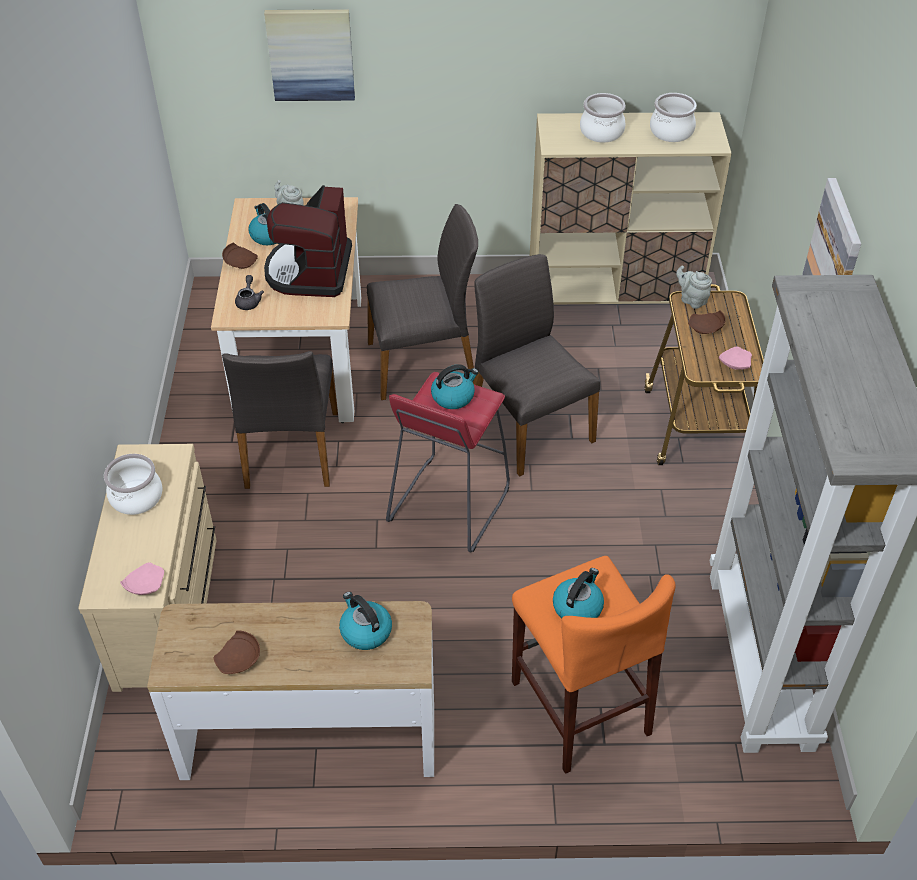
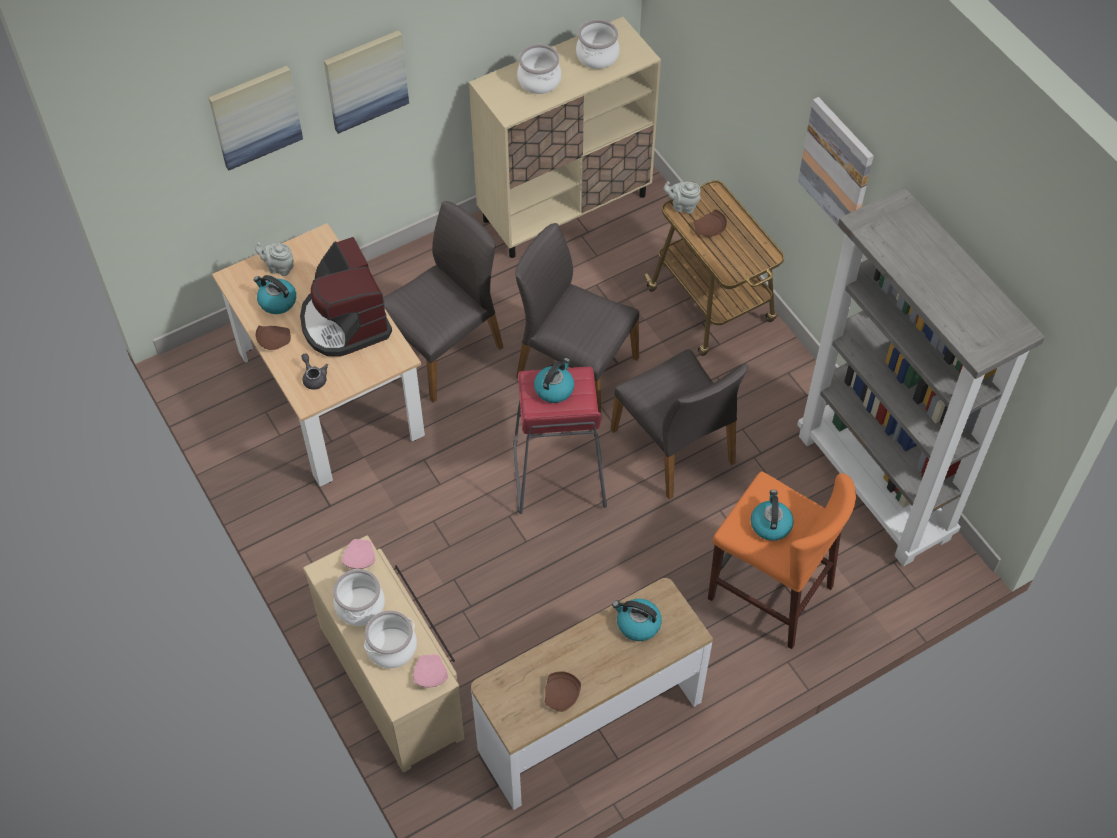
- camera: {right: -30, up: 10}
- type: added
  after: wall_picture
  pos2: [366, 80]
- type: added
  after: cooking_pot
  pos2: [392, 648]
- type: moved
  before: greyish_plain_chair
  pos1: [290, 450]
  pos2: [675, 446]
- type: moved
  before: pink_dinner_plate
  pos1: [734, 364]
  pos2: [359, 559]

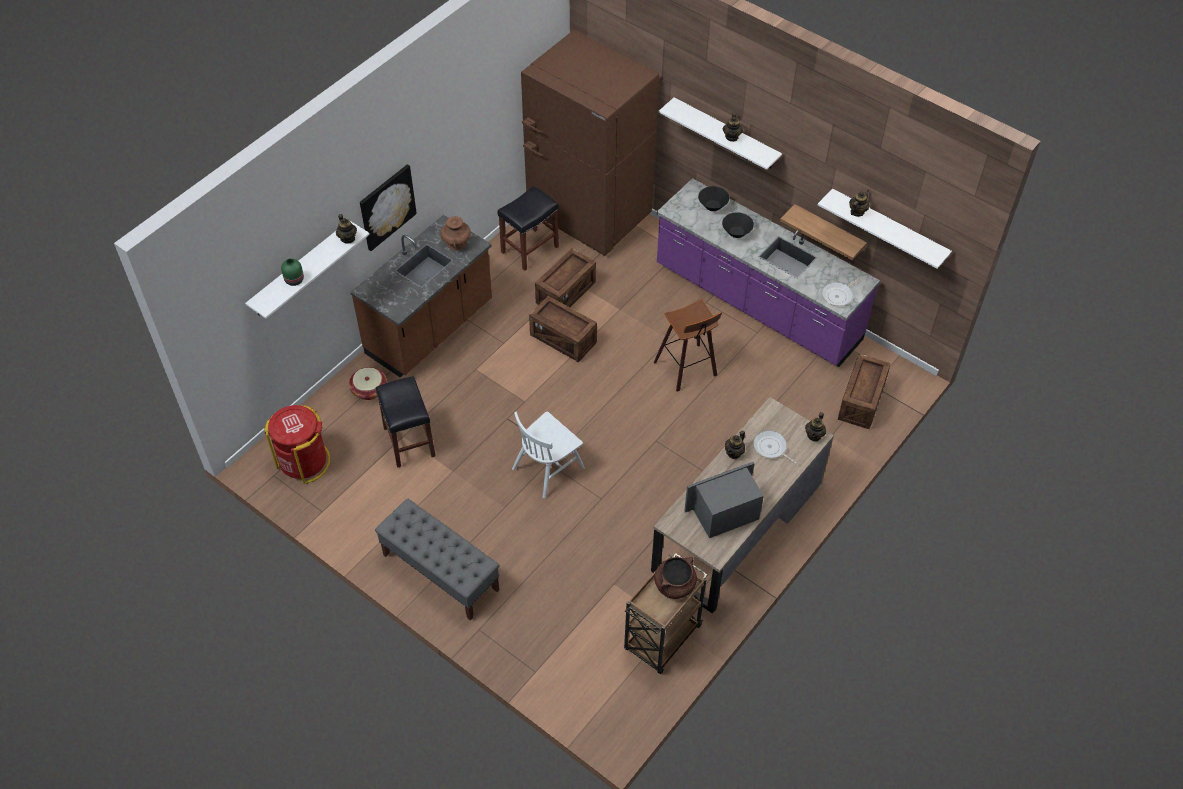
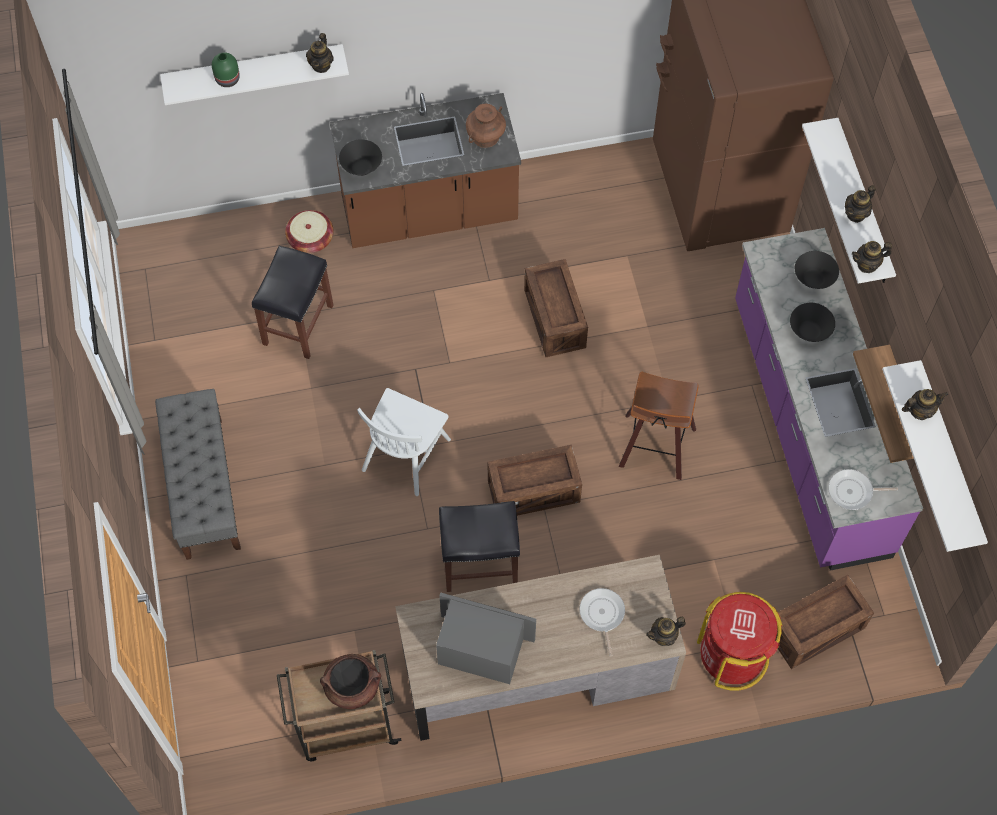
- camera: {right: 40, up: 10}
- type: removed
  before: wall_picture
  pos1: [387, 207]
- type: added
  after: black-coloured_bowl
  pos2: [361, 167]
- type: moved
  before: reddish_waste_bin
  pos1: [304, 461]
  pos2: [733, 655]
- type: moved
  before: black-coloured_sitting_stool
  pos1: [530, 249]
  pos2: [481, 563]
- type: moved
  before: crate
  pos1: [565, 293]
  pos2: [533, 491]
- type: moved
  before: teapot
  pos1: [734, 453]
  pos2: [867, 265]
- type: turned
  before: white-coloured_plain_chair
  pos1: [548, 467]
  pos2: [406, 454]
  turn: -60

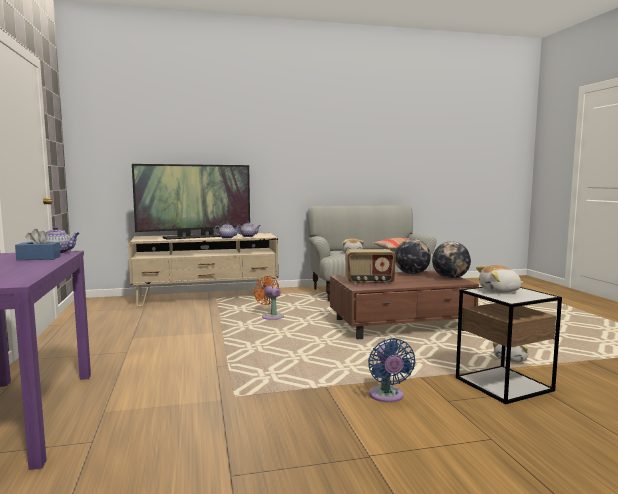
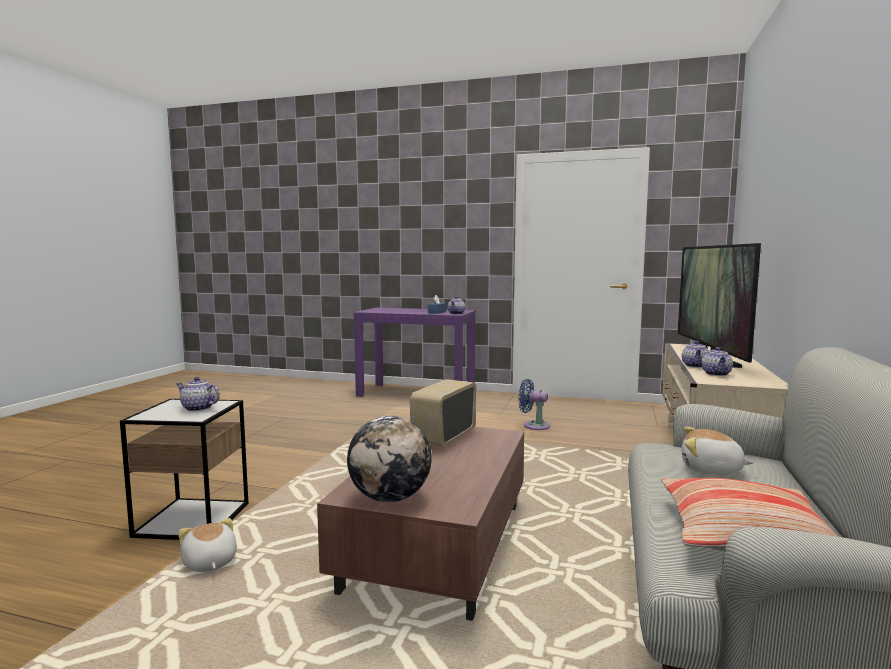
- camera: {right: 120, up: 0}
- type: removed
  before: orange_cooling_fan
  pos1: [271, 316]
- type: removed
  before: desk_globe
  pos1: [411, 274]
- type: moved
  before: bluish_cooling_fan
  pos1: [387, 396]
  pos2: [533, 425]
- type: replaced
  before: soft_toy
  after: teapot
  pos1: [499, 291]
  pos2: [197, 408]

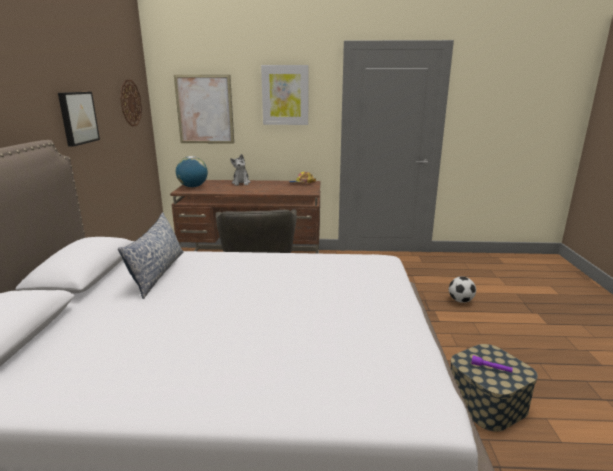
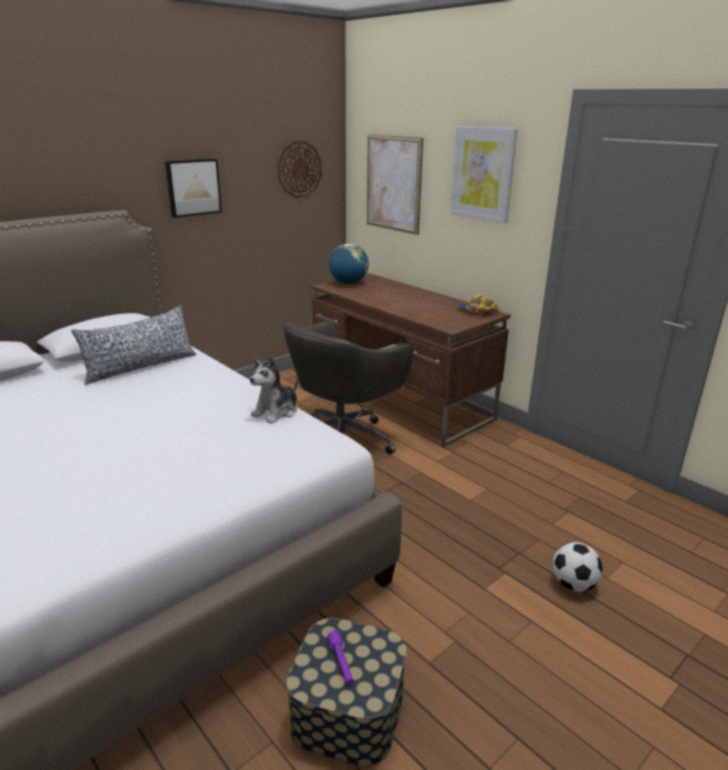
- camera: {right: 45, up: 5}
- type: moved
  before: soft_toy
  pos1: [241, 183]
  pos2: [276, 412]

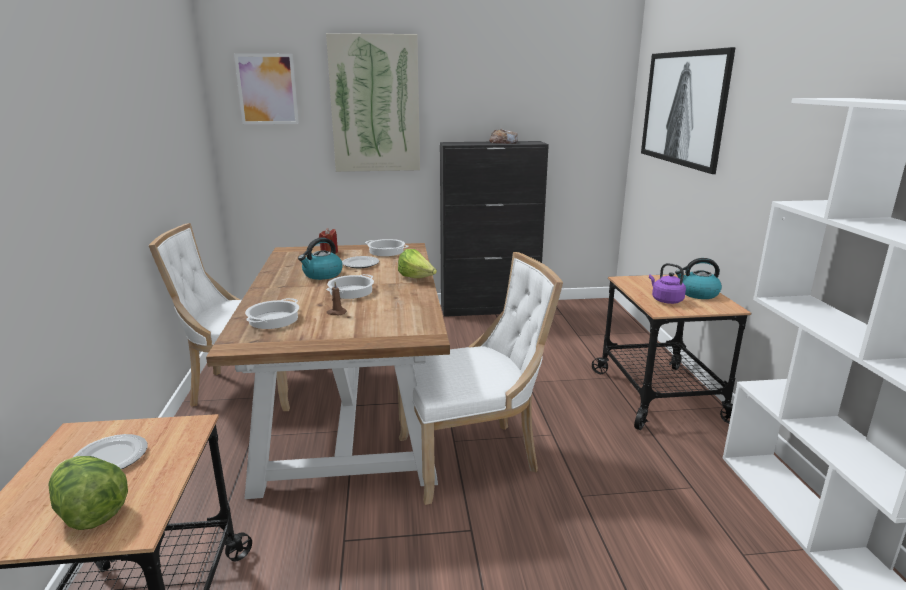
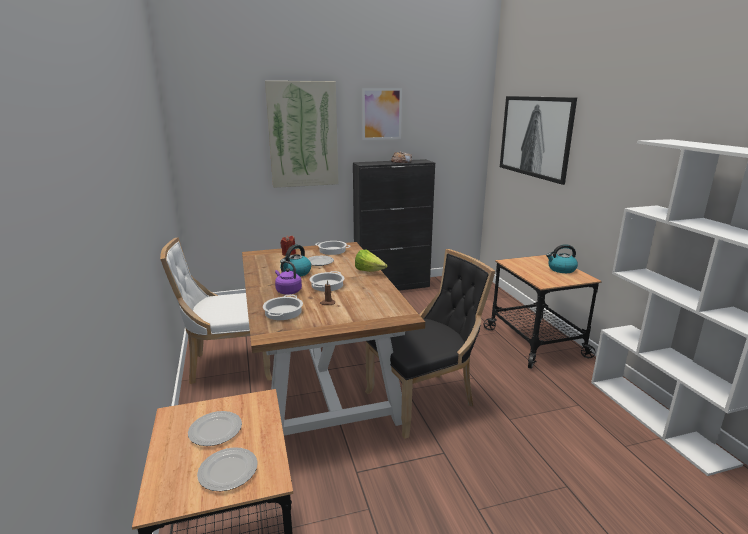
- camera: {right: -10, up: 0}
- type: moved
  before: wall_picture
  pos1: [267, 89]
  pos2: [381, 114]
- type: moved
  before: purple_tea_kettle
  pos1: [665, 300]
  pos2: [287, 291]
- type: replaced
  before: head_of_lettuce
  after: dinner_plate
  pos1: [90, 512]
  pos2: [228, 472]
- type: recoloured
  before: white-coloured_plain_chair
  after: black-coloured_plain_chair
  pos1: [473, 457]
  pos2: [424, 400]

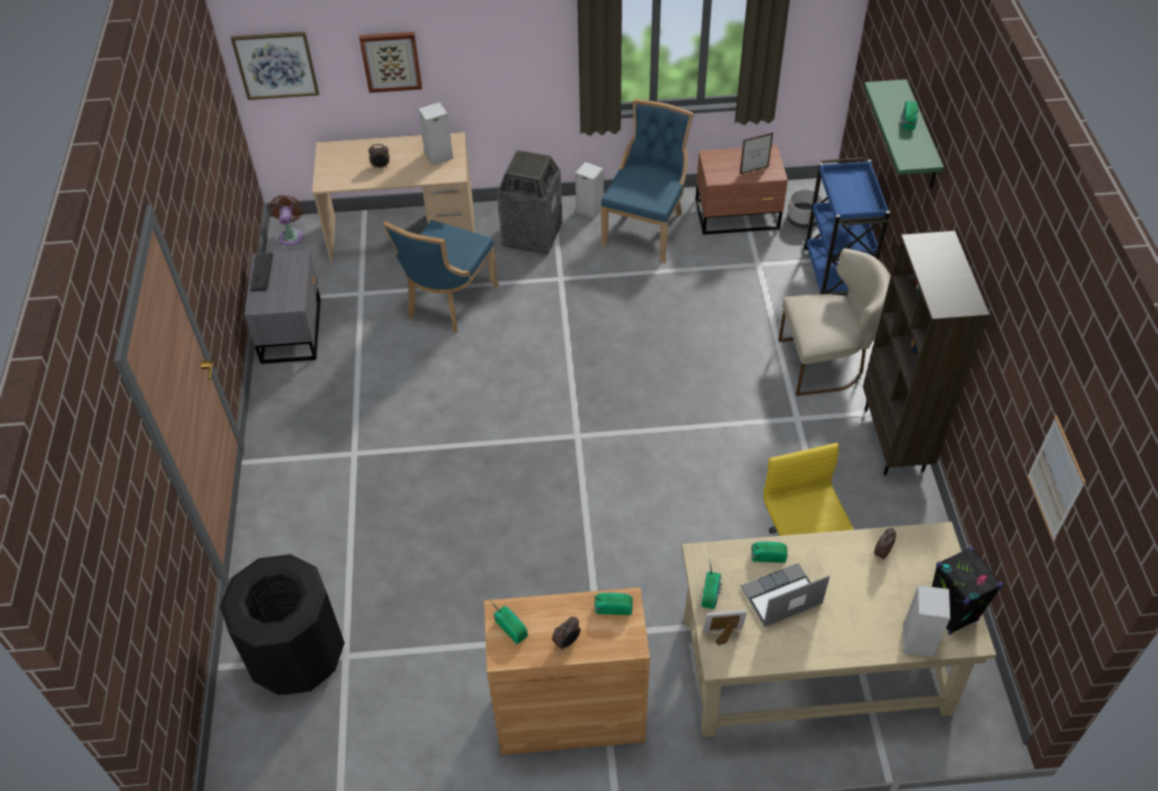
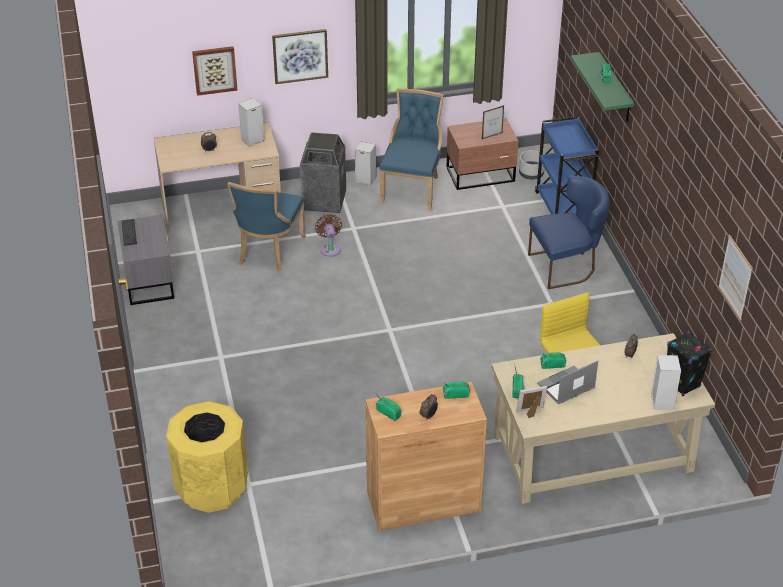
- camera: {right: -10, up: -10}
- type: removed
  before: brown_shelving_unit
  pos1: [895, 440]
- type: moved
  before: wall_picture
  pos1: [276, 65]
  pos2: [300, 55]
- type: moved
  before: brown_cooling_fan
  pos1: [291, 235]
  pos2: [330, 248]
- type: recoloured
  before: black-coloured_waste_bin
  after: yellow_waste_bin
  pos1: [297, 656]
  pos2: [212, 488]
- type: recoloured
  before: beige-coloured_plain_chair
  after: bluish_plain_chair
  pos1: [826, 363]
  pos2: [566, 266]

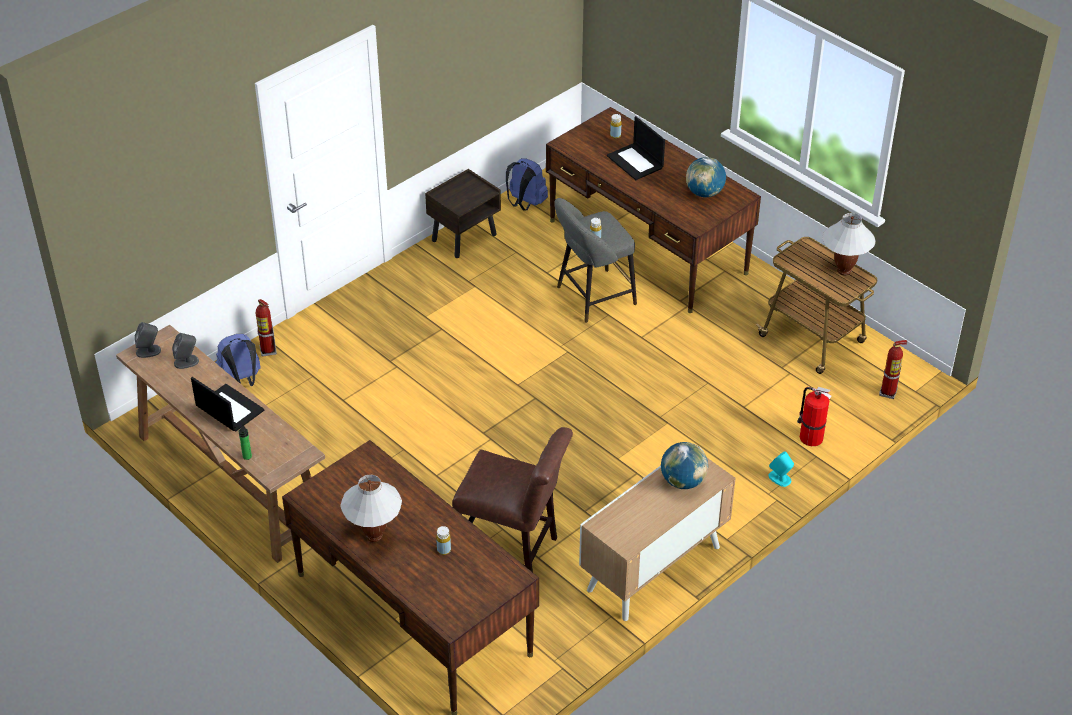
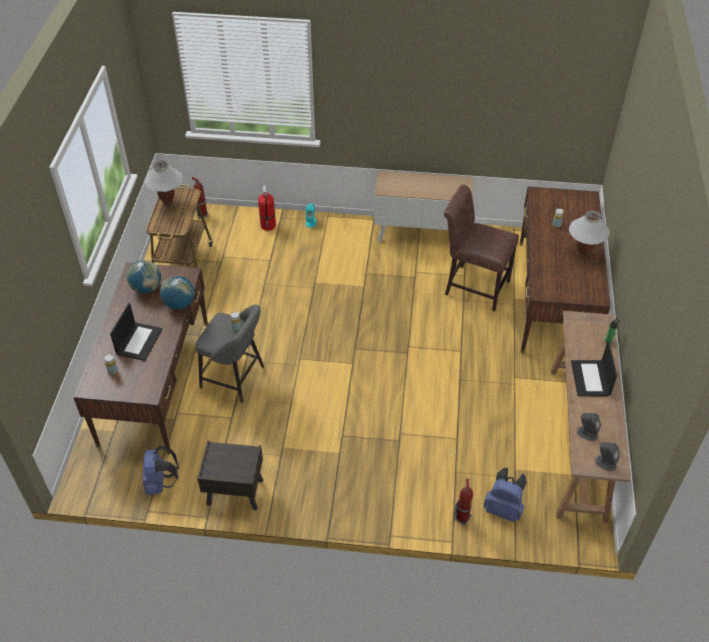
- camera: {right: -130, up: 5}
- type: moved
  before: desk_globe
  pos1: [683, 481]
  pos2: [179, 304]
- type: turned
  before: brown_plain_chair
  pos1: [513, 554]
  pos2: [473, 286]
  turn: -45

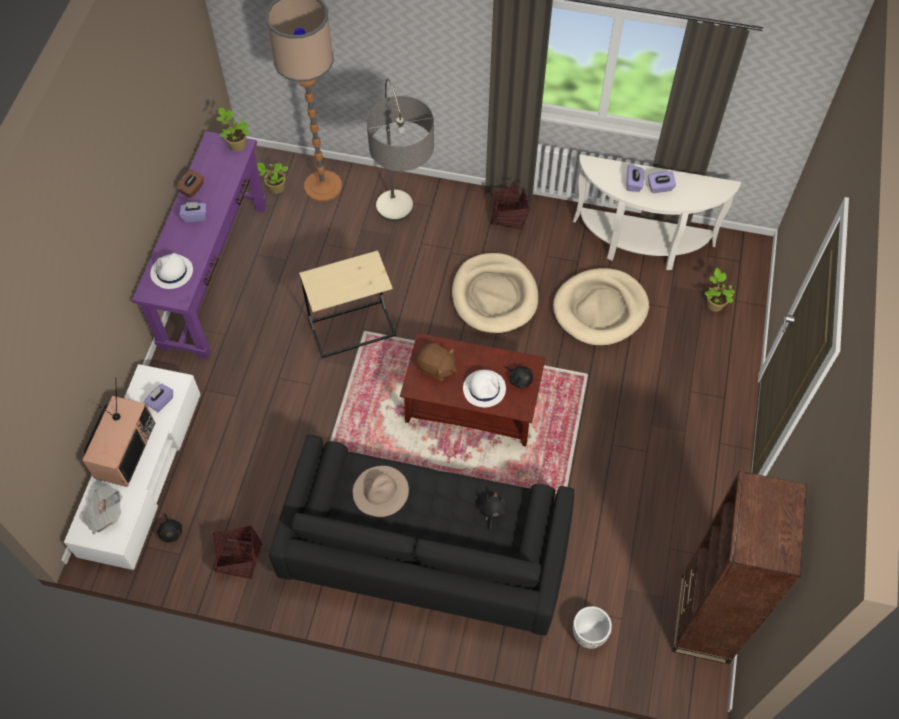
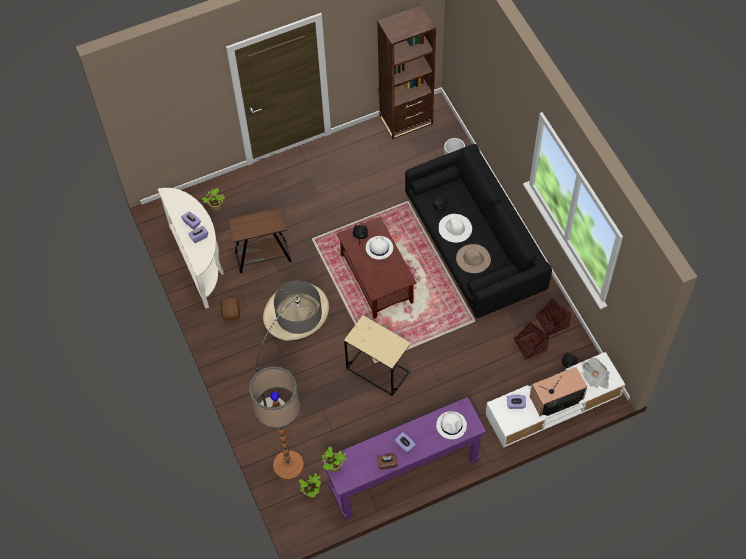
- camera: {right: -125, up: 0}
- type: added
  after: white-coloured_clothing_hat
  pos2: [455, 228]
- type: moved
  before: brown_soft_toy
  pos1: [436, 368]
  pos2: [231, 312]
- type: moved
  before: basket
  pos1: [509, 215]
  pos2: [529, 346]
- type: replaced
  before: beige-coloured_dog_bed
  after: brown_side_table
  pos1: [600, 309]
  pos2: [263, 257]

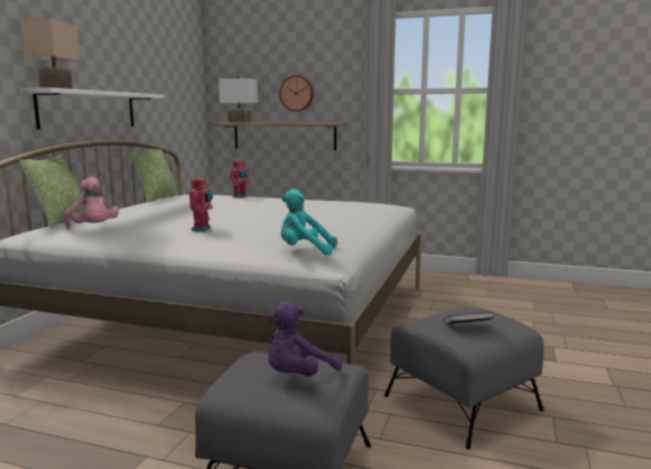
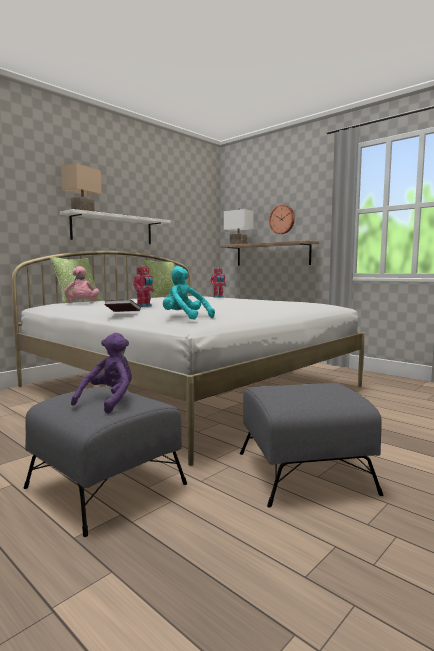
- camera: {right: 25, up: -5}
- type: moved
  before: volume
  pos1: [467, 327]
  pos2: [122, 313]
- type: turned
  before: purple_soft_toy
  pos1: [298, 376]
  pos2: [109, 401]
  turn: 135

